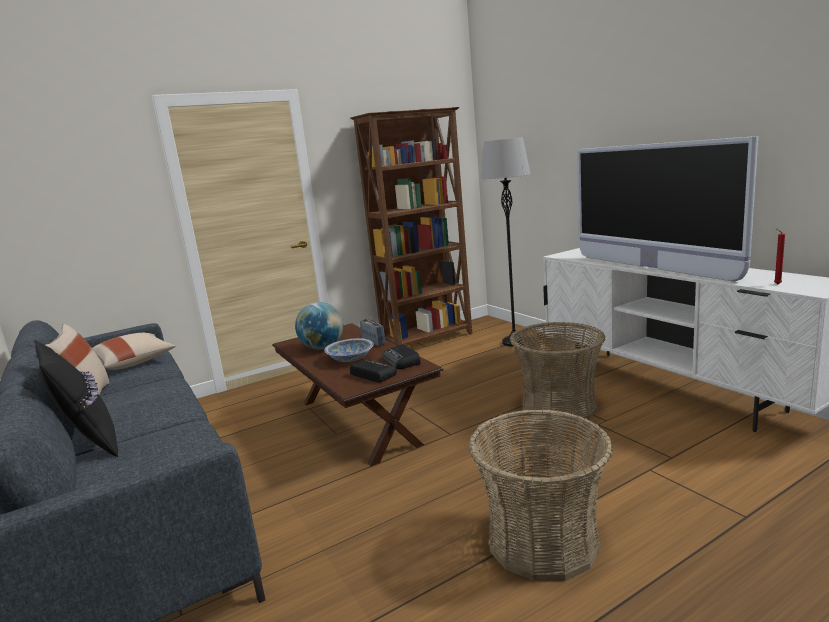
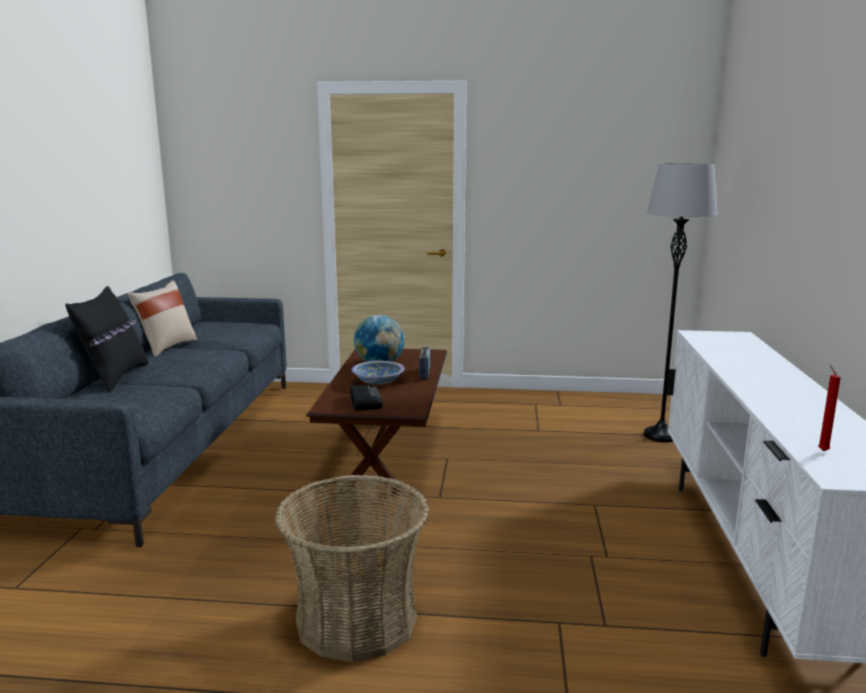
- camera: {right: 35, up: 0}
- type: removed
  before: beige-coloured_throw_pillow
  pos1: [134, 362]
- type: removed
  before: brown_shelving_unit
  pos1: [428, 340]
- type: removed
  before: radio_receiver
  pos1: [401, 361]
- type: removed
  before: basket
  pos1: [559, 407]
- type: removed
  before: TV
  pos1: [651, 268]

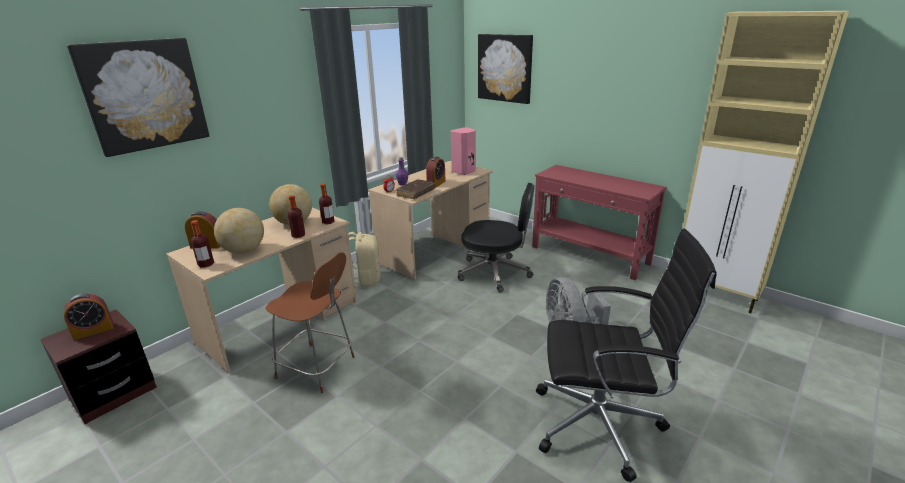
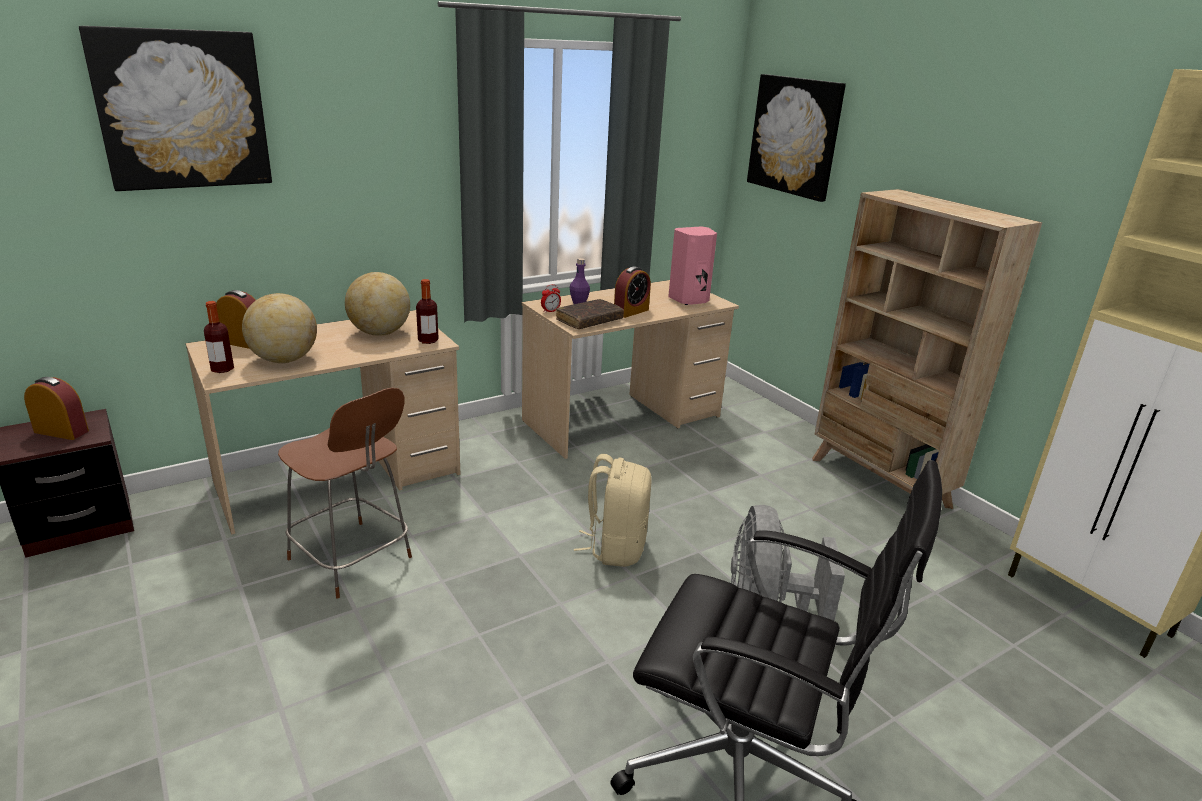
- camera: {right: 15, up: 0}
- type: removed
  before: drink_bottle
  pos1: [298, 235]
- type: removed
  before: black-coloured_computer_chair
  pos1: [495, 273]
- type: moved
  before: beige-coloured_backpack
  pos1: [366, 279]
  pos2: [615, 548]
- type: replaced
  before: reddish_narrow_table
  after: beige-coloured_shelving_unit
  pos1: [589, 255]
  pos2: [879, 483]
- type: turned
  before: alarm_clock
  pos1: [93, 331]
  pos2: [61, 431]
  turn: -150

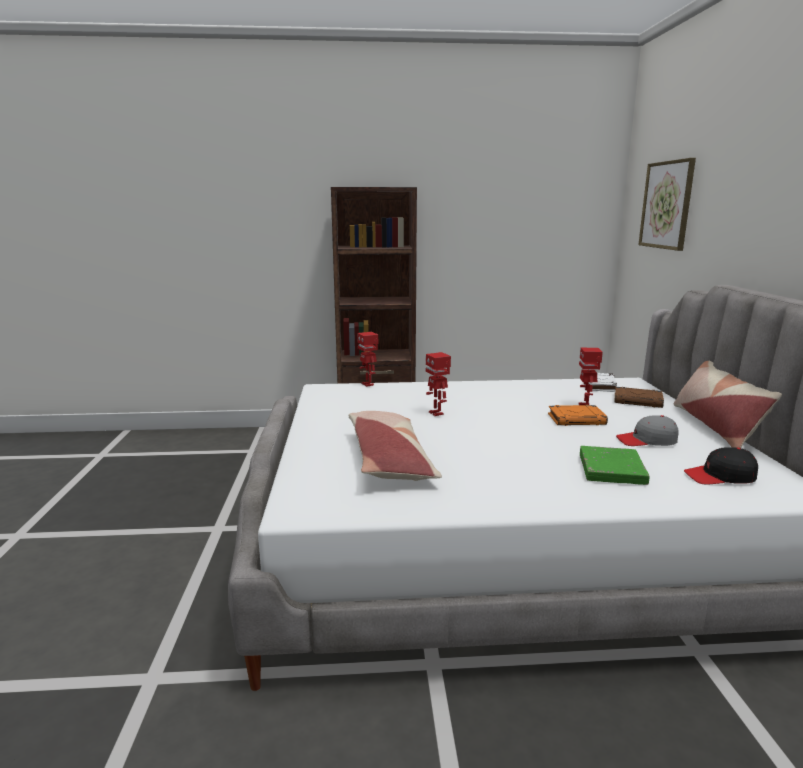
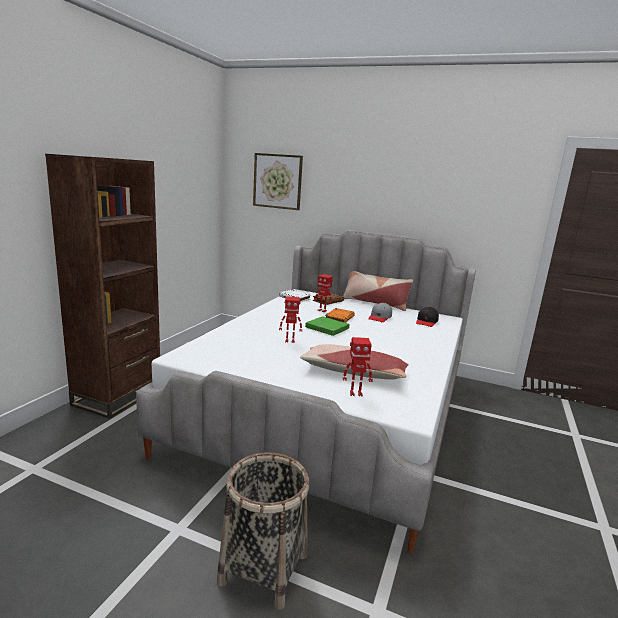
- camera: {right: -65, up: 0}
- type: added
  after: basket
  pos2: [264, 568]
- type: moved
  before: toy_robot
  pos1: [368, 384]
  pos2: [355, 393]
- type: moved
  before: green-coloured_volume
  pos1: [611, 470]
  pos2: [327, 328]

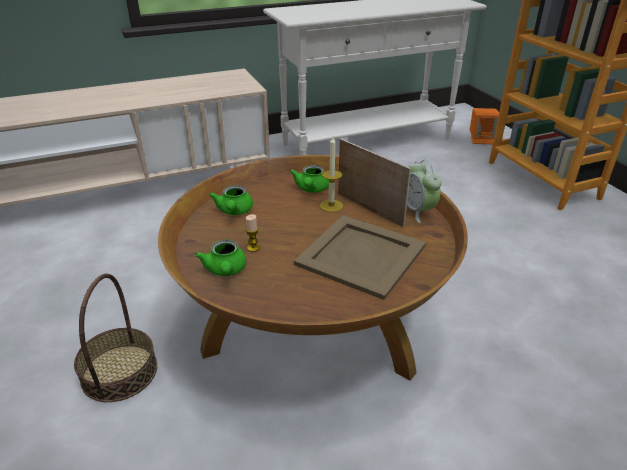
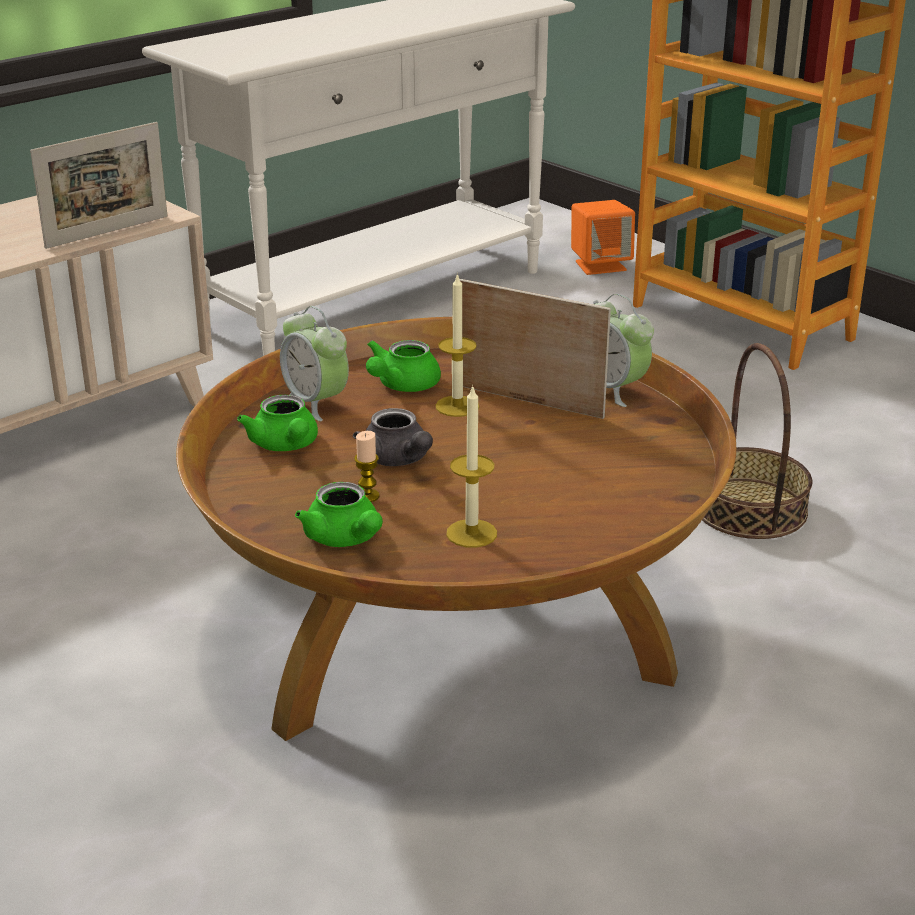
- camera: {right: -20, up: -5}
- type: removed
  before: beige-coloured_serving_tray
  pos1: [361, 256]
- type: added
  after: photo_frame
  pos2: [107, 232]
- type: added
  after: alarm_clock
  pos2: [316, 403]
- type: added
  after: greyish_teapot
  pos2: [397, 460]
- type: added
  after: wax_light
  pos2: [471, 533]
- type: moved
  before: basket
  pos1: [119, 372]
  pos2: [750, 509]
- type: turned
  before: green-coloured_teapot
  pos1: [311, 189]
  pos2: [401, 386]
  turn: 45

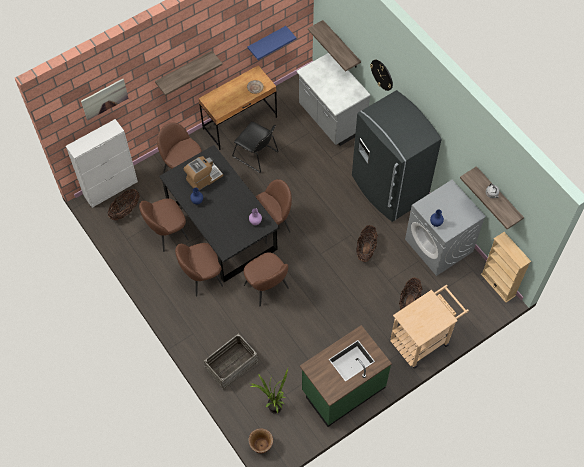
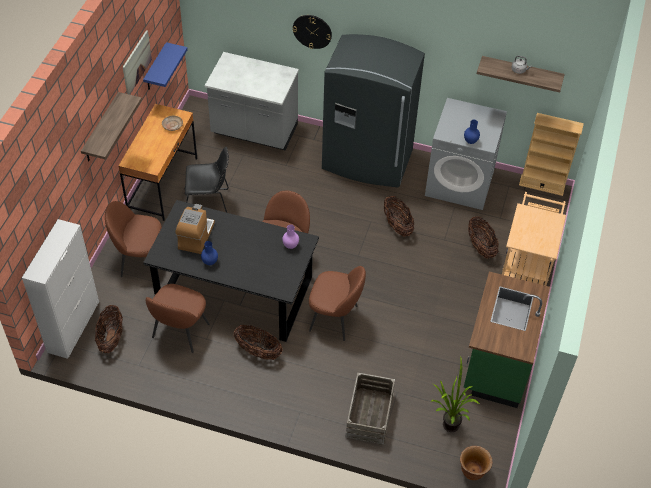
- camera: {right: -40, up: -10}
- type: removed
  before: shelf
  pos1: [341, 45]
- type: moved
  before: wall_picture
  pos1: [104, 99]
  pos2: [136, 63]
- type: replaced
  before: brown_plain_chair
  after: basket
  pos1: [202, 277]
  pos2: [258, 351]

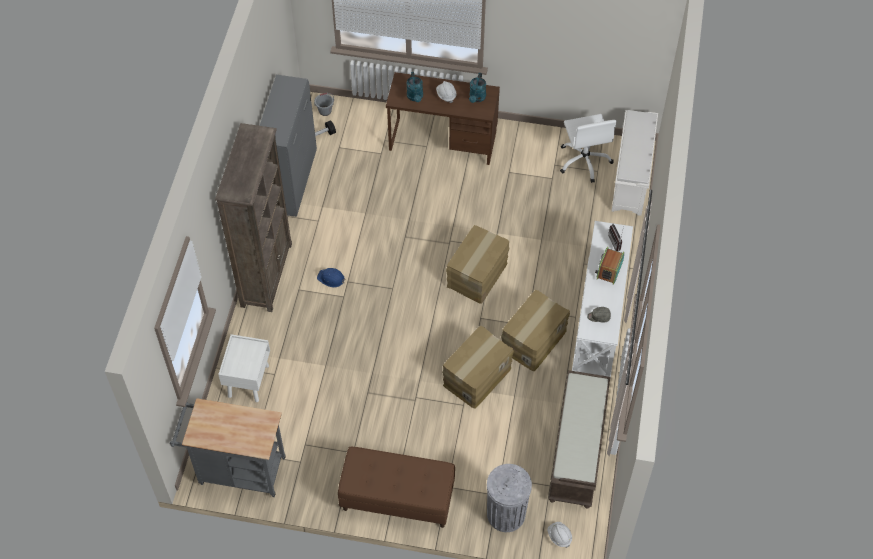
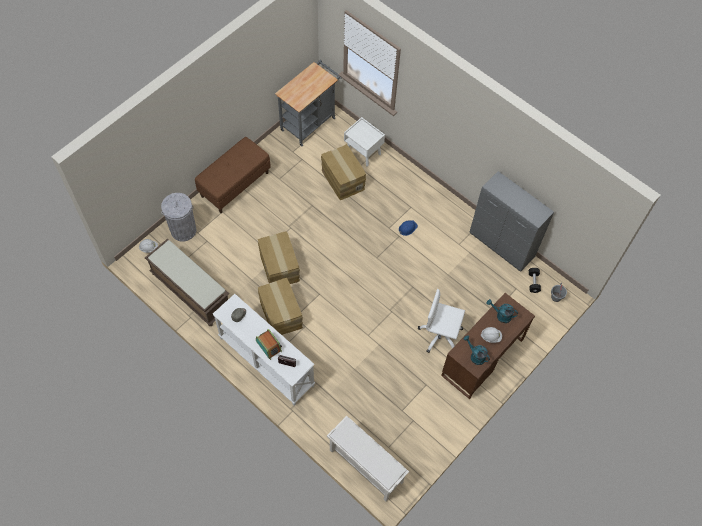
- camera: {right: 120, up: 5}
- type: removed
  before: brown_shelving_unit
  pos1: [266, 274]
- type: moved
  before: packing_box
  pos1: [478, 275]
  pos2: [342, 180]
- type: moved
  before: white-coloured_computer_chair
  pos1: [584, 161]
  pos2: [440, 335]

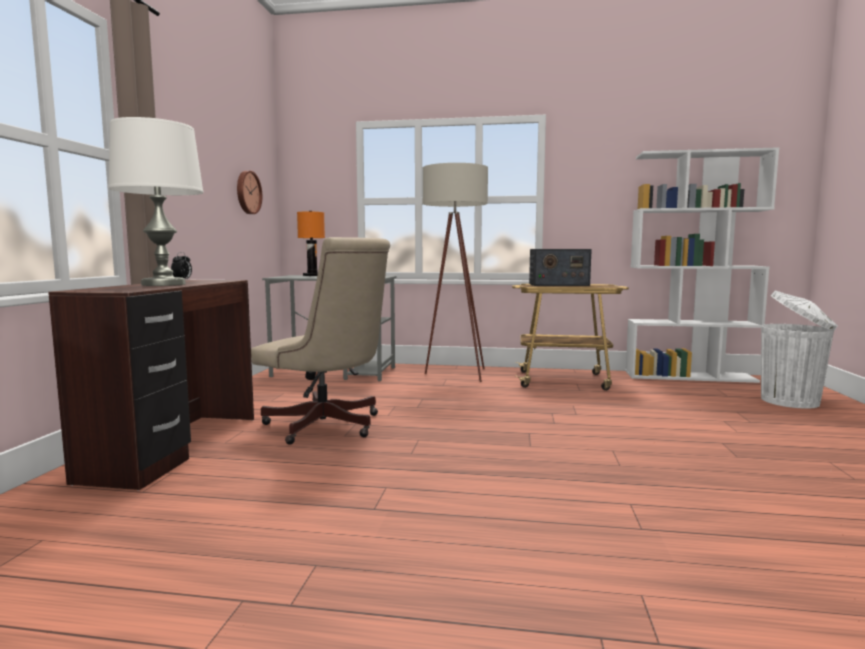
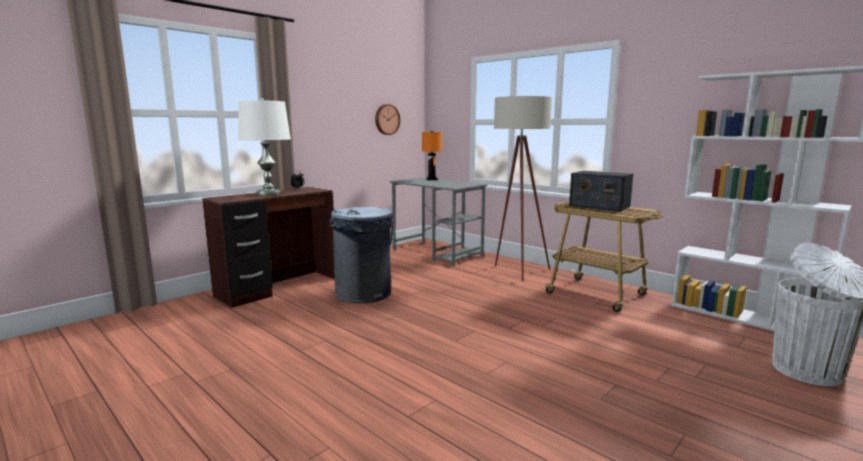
- camera: {right: 35, up: 5}
- type: replaced
  before: beige-coloured_computer_chair
  after: greyish_waste_bin
  pos1: [328, 427]
  pos2: [364, 294]

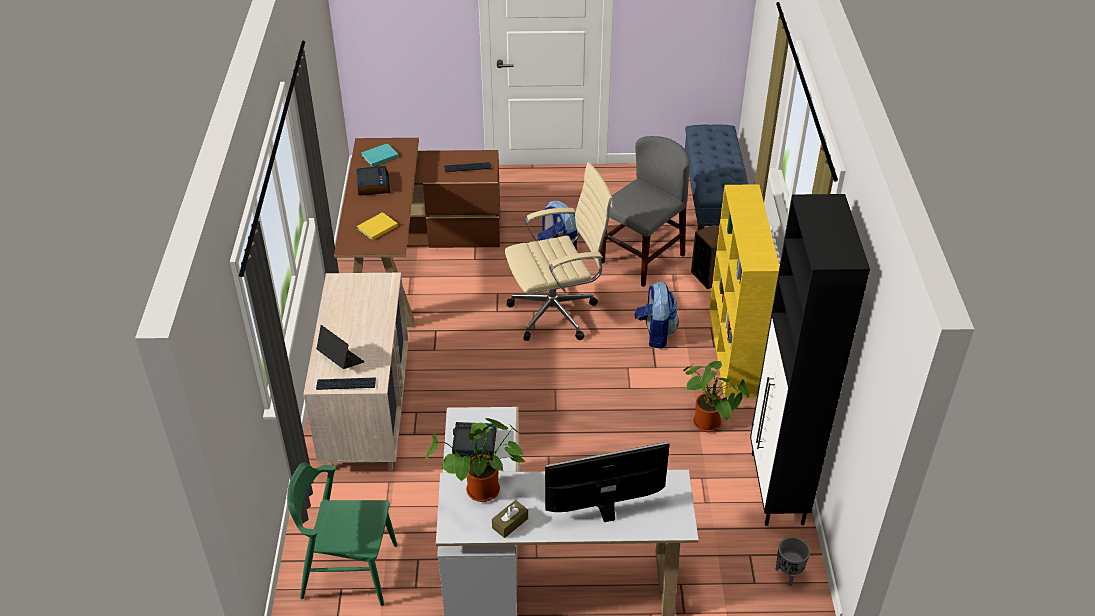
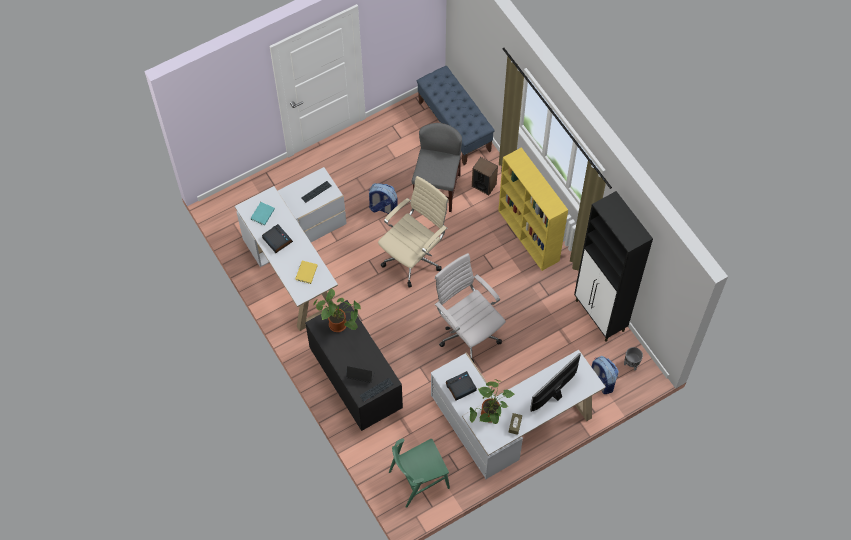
- camera: {right: -30, up: 20}
- type: added
  after: white-coloured_computer_chair
  pos2: [467, 333]
- type: moved
  before: backpack
  pos1: [655, 333]
  pos2: [600, 381]
- type: moved
  before: houseplant
  pos1: [710, 424]
  pos2: [340, 324]
- type: recoloured
  before: beige-coloured_chest_of_drawers
  after: black-coloured_chest_of_drawers
  pos1: [367, 413]
  pos2: [356, 382]
- type: recoloured
  before: brown_desk
  after: white-coloured_desk
  pos1: [410, 259]
  pos2: [297, 261]

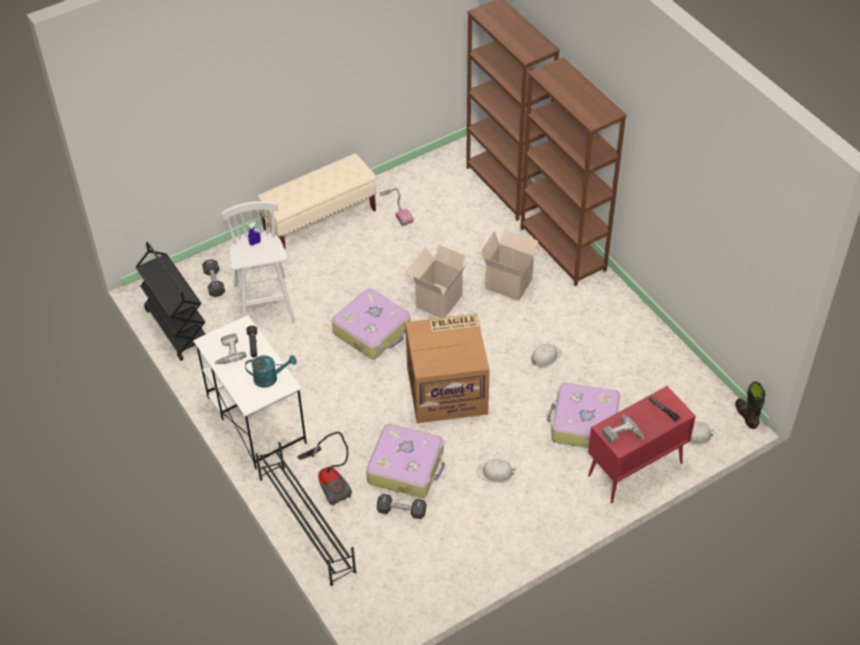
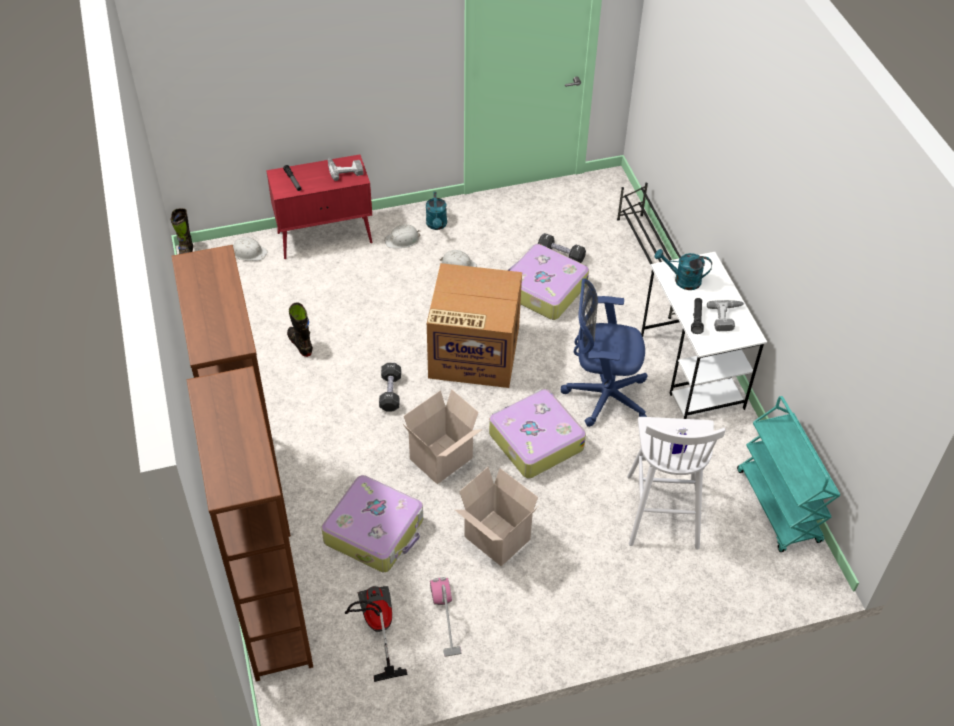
- camera: {right: -165, up: 0}
- type: removed
  before: beige-coloured_long_seat
  pos1: [320, 219]
- type: added
  after: black-coloured_high-top_boot
  pos2: [300, 344]
- type: added
  after: turquoise_watering_pot
  pos2: [437, 225]
- type: added
  after: bluish_computer_chair
  pos2: [602, 396]
- type: moved
  before: black-coloured_dumbbell
  pos1: [214, 283]
  pos2: [390, 393]
- type: moved
  before: hoover
  pos1: [331, 481]
  pos2: [376, 628]
- type: moved
  before: packing_box
  pos1: [510, 283]
  pos2: [495, 539]
- type: moved
  before: white-coloured_safety_helmet
  pos1: [545, 357]
  pos2: [402, 240]
- type: moved
  before: piece_of_luggage
  pos1: [584, 424]
  pos2: [375, 531]
- type: recoloured
  before: black-coloured_wheeled_cart
  after: turquoise_wheeled_cart
  pos1: [177, 328]
  pos2: [779, 506]

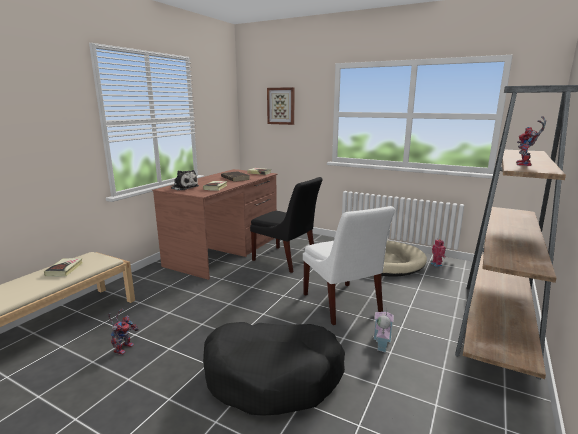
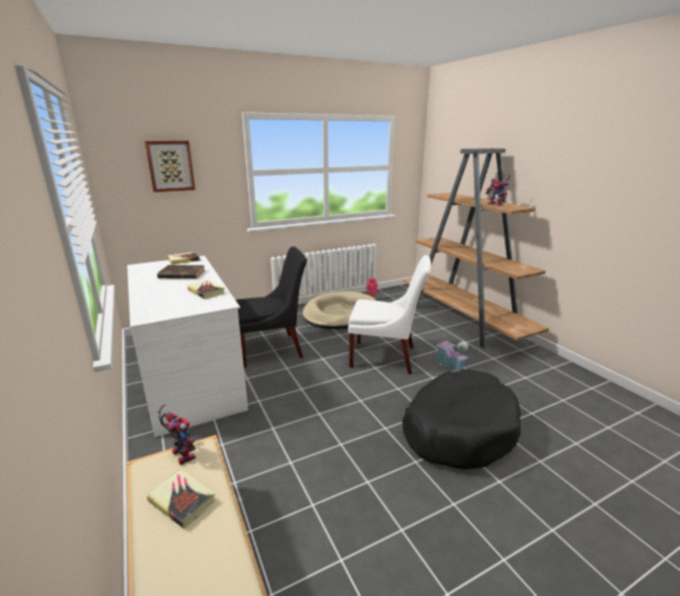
- camera: {right: -55, up: 5}
- type: removed
  before: soft_toy
  pos1: [184, 187]
- type: moved
  before: toy_robot
  pos1: [124, 347]
  pos2: [180, 454]
- type: recoloured
  before: brown_desk
  after: white-coloured_desk
  pos1: [225, 251]
  pos2: [190, 375]

